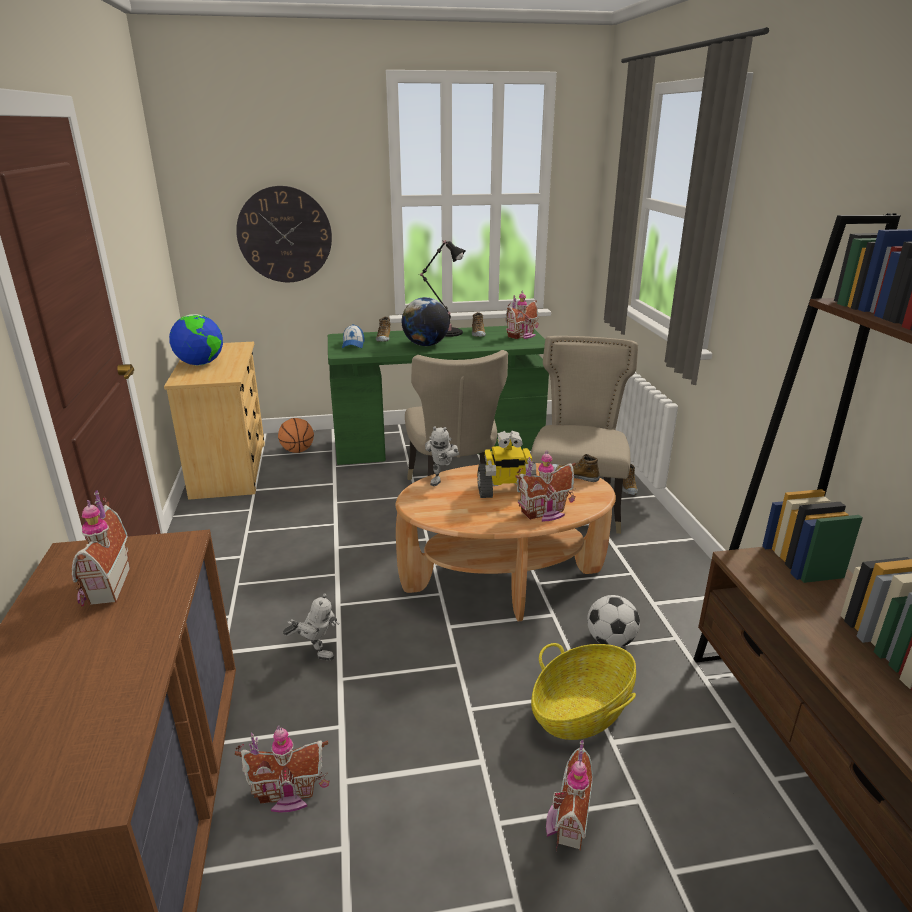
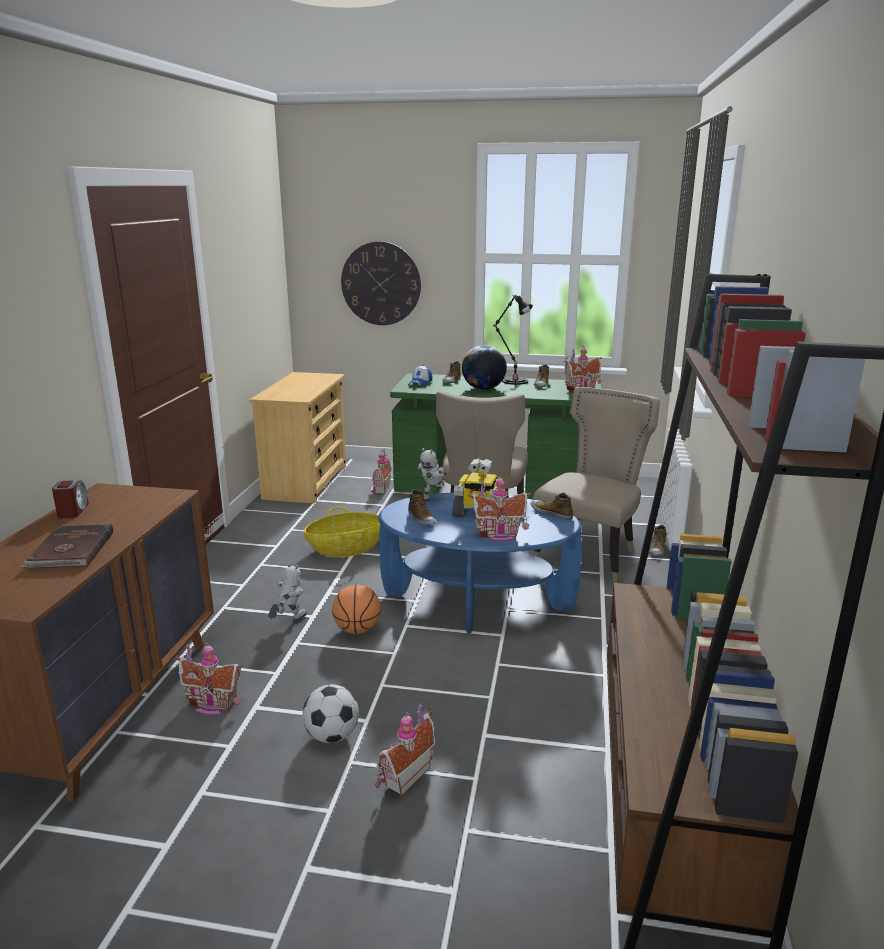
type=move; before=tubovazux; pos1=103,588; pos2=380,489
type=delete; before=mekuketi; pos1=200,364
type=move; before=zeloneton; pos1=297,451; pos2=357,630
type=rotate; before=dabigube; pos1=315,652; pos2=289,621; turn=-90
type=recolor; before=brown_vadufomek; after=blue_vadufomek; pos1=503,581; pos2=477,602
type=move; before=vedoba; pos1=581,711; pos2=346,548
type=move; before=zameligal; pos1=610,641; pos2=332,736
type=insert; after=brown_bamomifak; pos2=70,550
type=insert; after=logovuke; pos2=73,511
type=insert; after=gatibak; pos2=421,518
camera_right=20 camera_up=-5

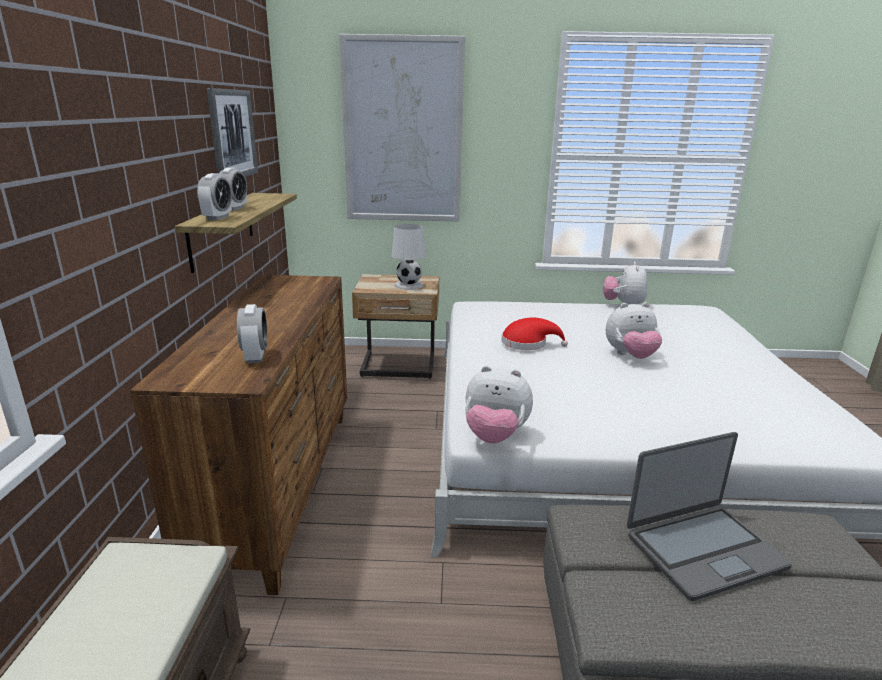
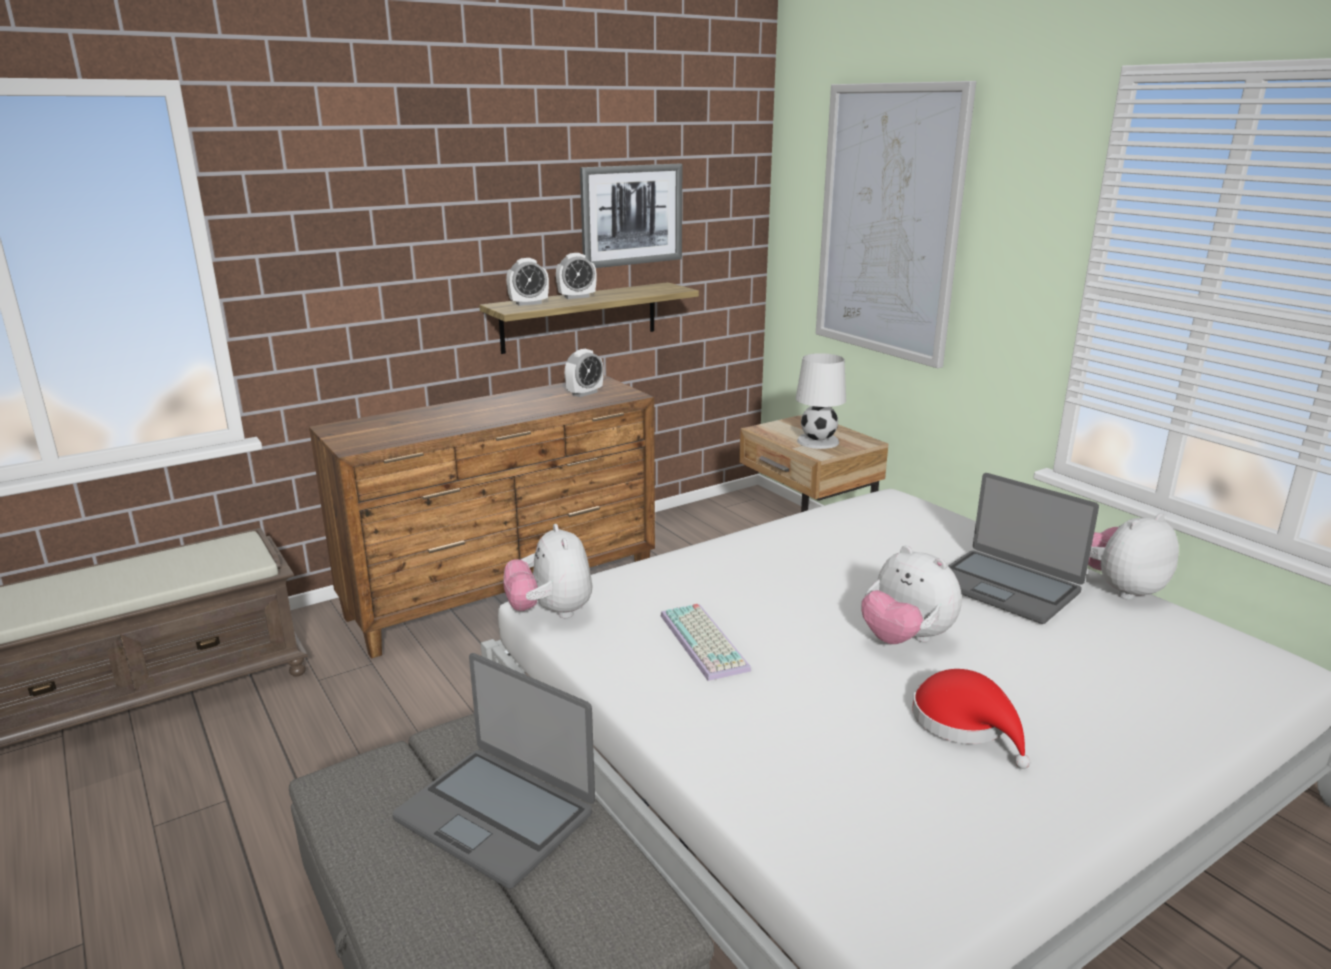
type=move; before=logovuke; pos1=255,357; pos2=584,393
type=move; before=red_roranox; pos1=527,343; pos2=965,723
type=insert; after=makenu; pos2=706,642
type=insert; after=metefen; pos2=1006,587
camera_right=55 camera_up=0

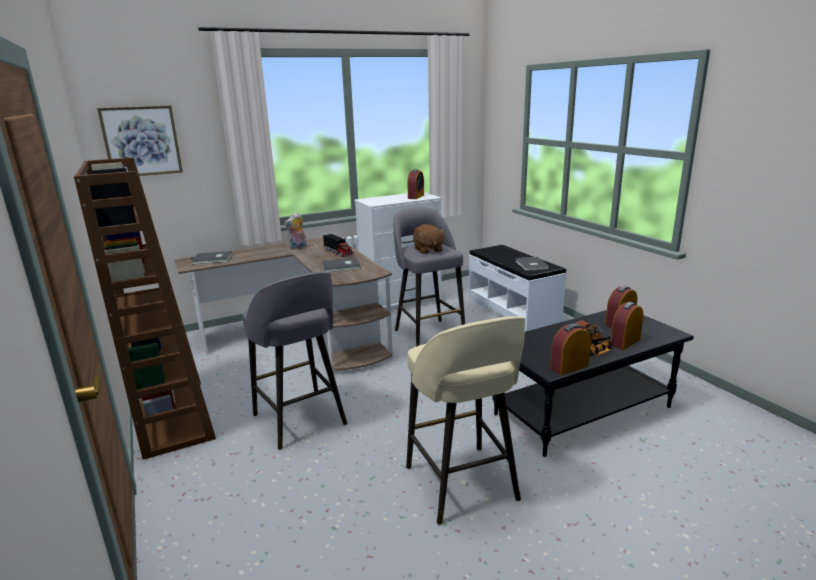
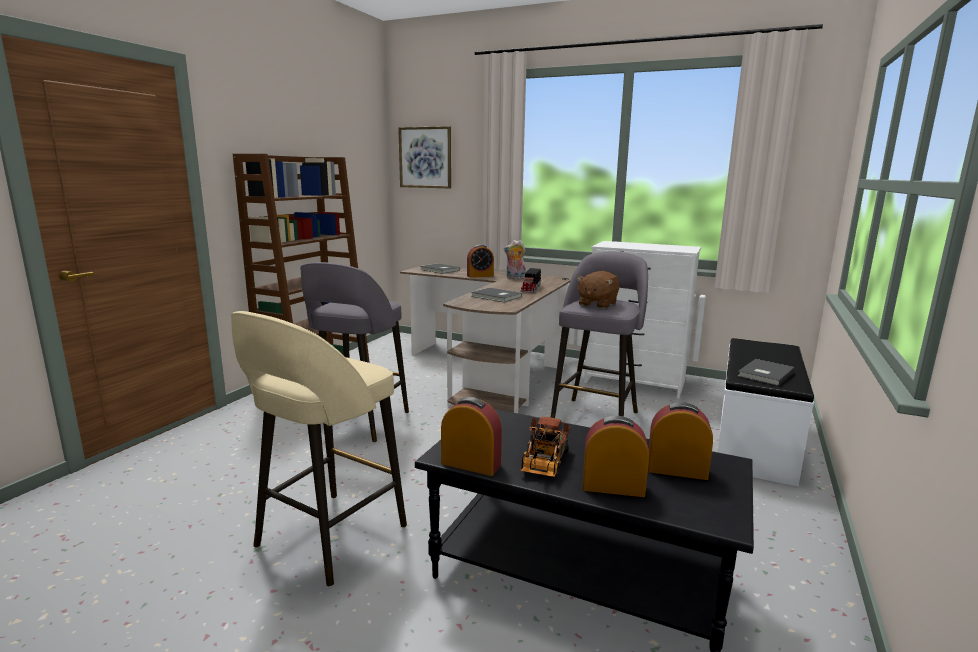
type=move; before=logovuke; pos1=416,197; pos2=480,276
camera_right=50 camera_up=-5

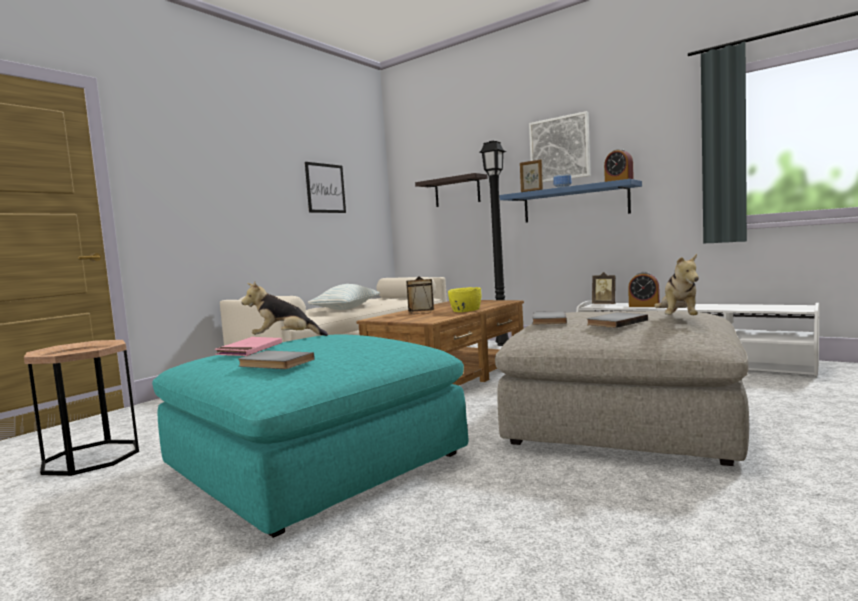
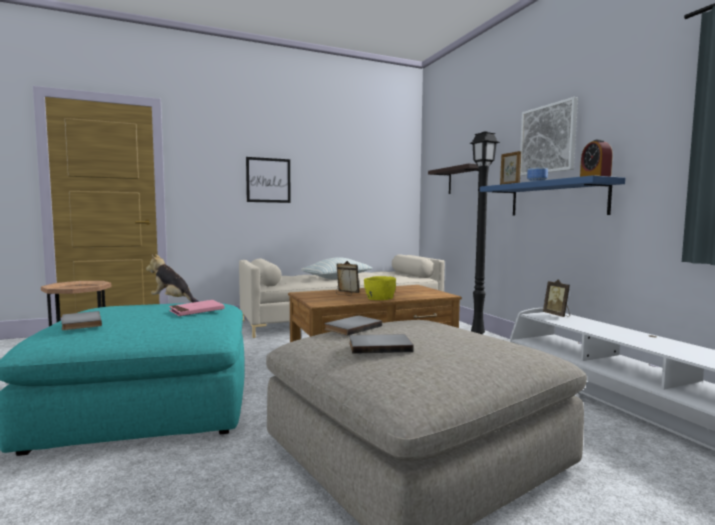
type=move; before=pink_bamomifak; pos1=250,350; pos2=197,310
type=move; before=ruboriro; pos1=325,188; pos2=268,180
type=delete; before=logovuke; pos1=644,306
type=delete; before=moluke; pos1=678,320
camera_right=30 camera_up=0

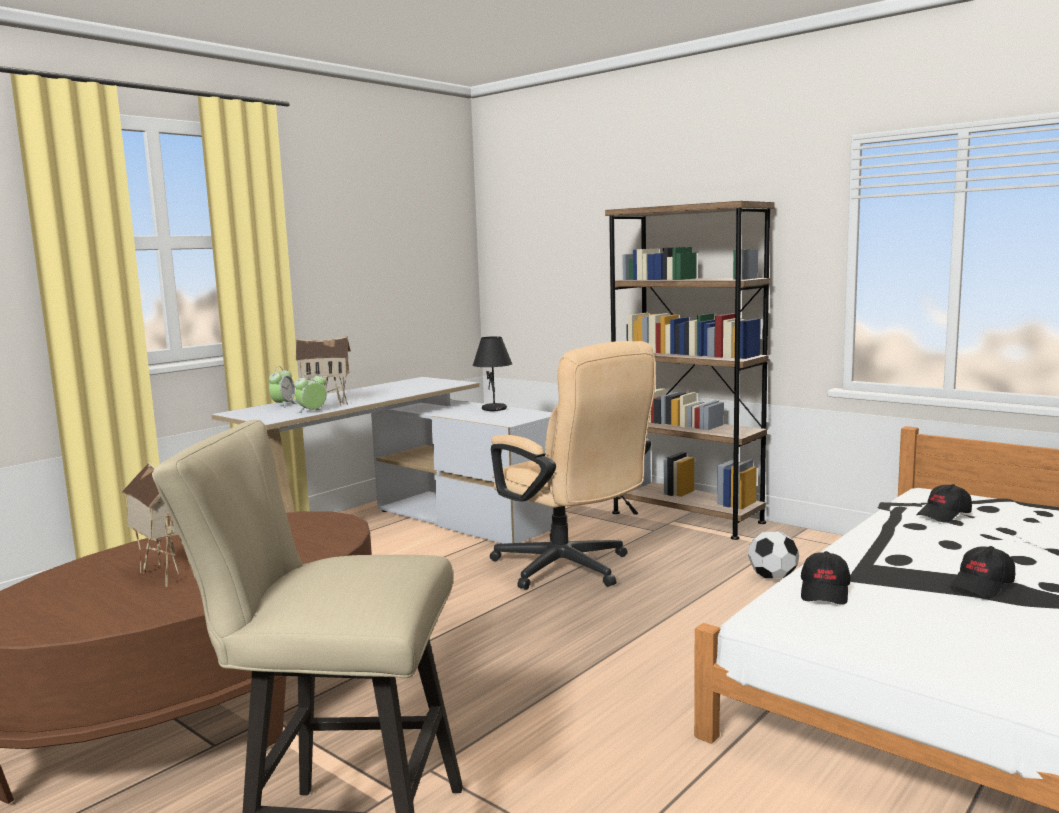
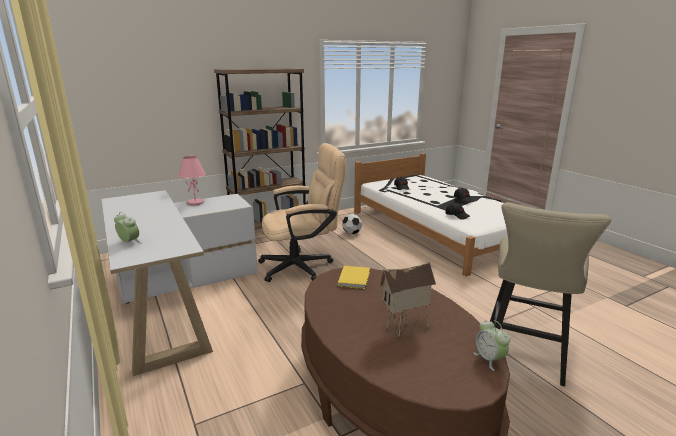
type=move; before=logovuke; pos1=312,411; pos2=489,359
type=delete; before=tubovazux; pos1=327,405
type=recolor; before=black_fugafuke; after=pink_fugafuke; pos1=494,409; pos2=195,203
type=insert; after=yellow_bamomifak; pos2=355,278
camera_right=-70 camera_up=10

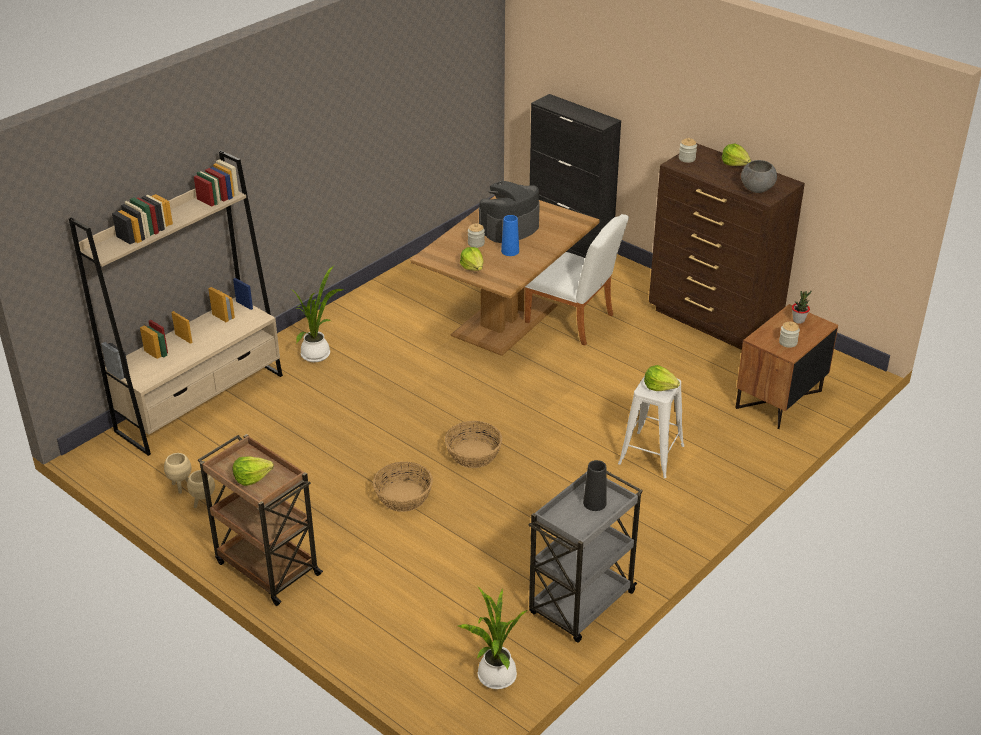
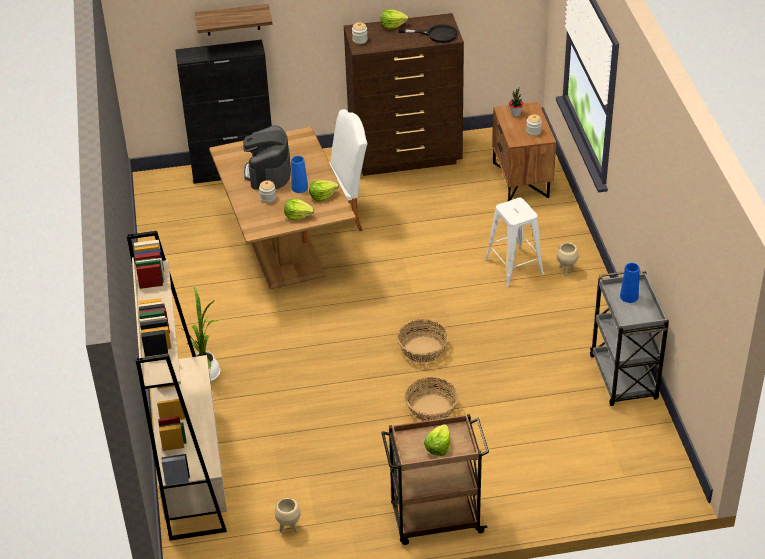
type=move; before=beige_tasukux; pos1=204,504; pos2=566,270
type=delete; before=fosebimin; pos1=495,678
type=recolor; before=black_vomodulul; after=blue_vomodulul; pos1=594,503; pos2=629,296
type=move; before=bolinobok; pos1=659,386; pos2=322,196
type=replace; before=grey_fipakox; after=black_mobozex; pos1=757,189; pos2=436,34
type=insert; after=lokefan; pos2=232,20
camera_right=-50 camera_up=5

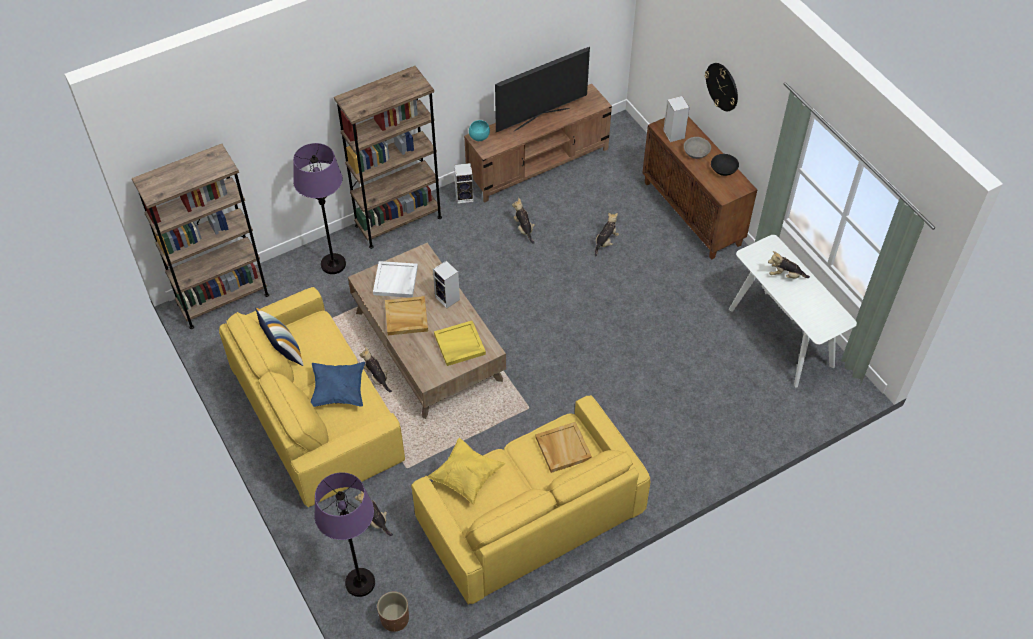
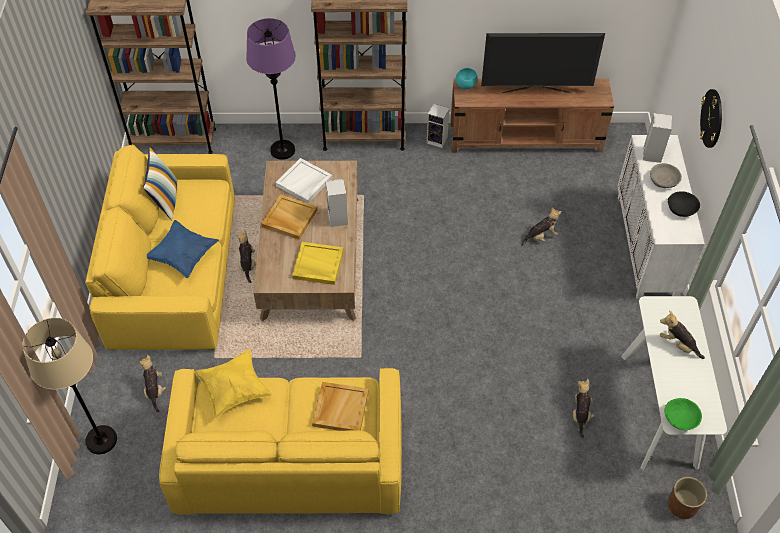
type=recolor; before=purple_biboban; after=beige_biboban; pos1=360,582; pos2=101,440
type=move; before=brown_tasukux; pos1=395,619; pos2=682,505
type=move; before=moluke; pos1=524,229; pos2=580,414
type=recolor; before=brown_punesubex; after=white_punesubex; pos1=693,214; pos2=647,247
type=insert; after=green_fipakox; pos2=680,418
camera_right=30 camera_up=0

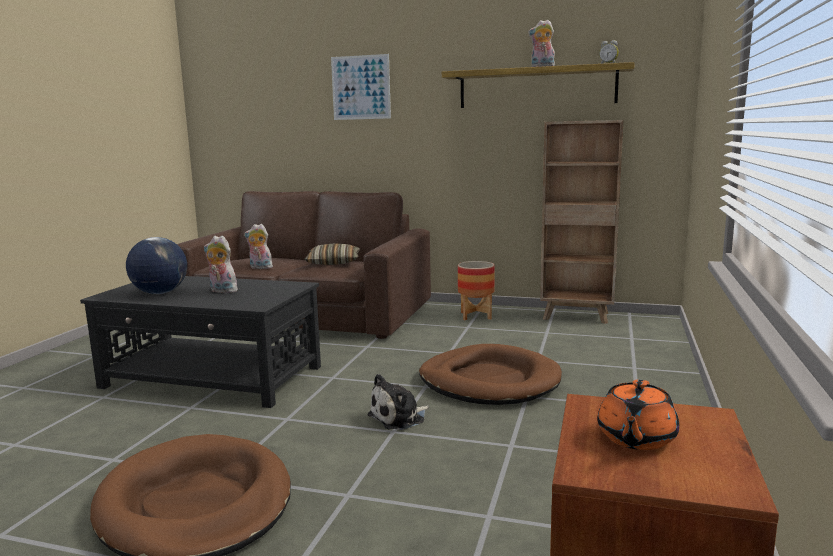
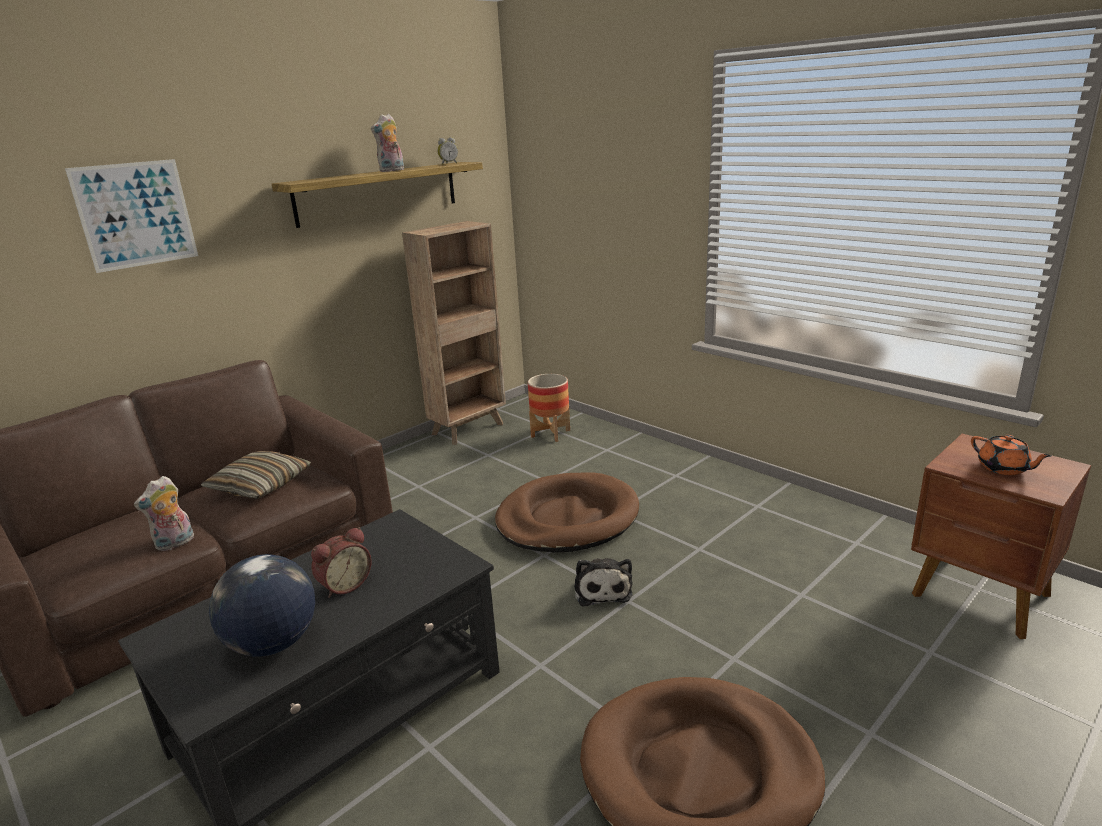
type=replace; before=moluke; after=logovuke; pos1=221,291; pos2=344,585
type=move; before=tasukux; pos1=476,316; pos2=550,433
camera_right=-60 camera_up=10

